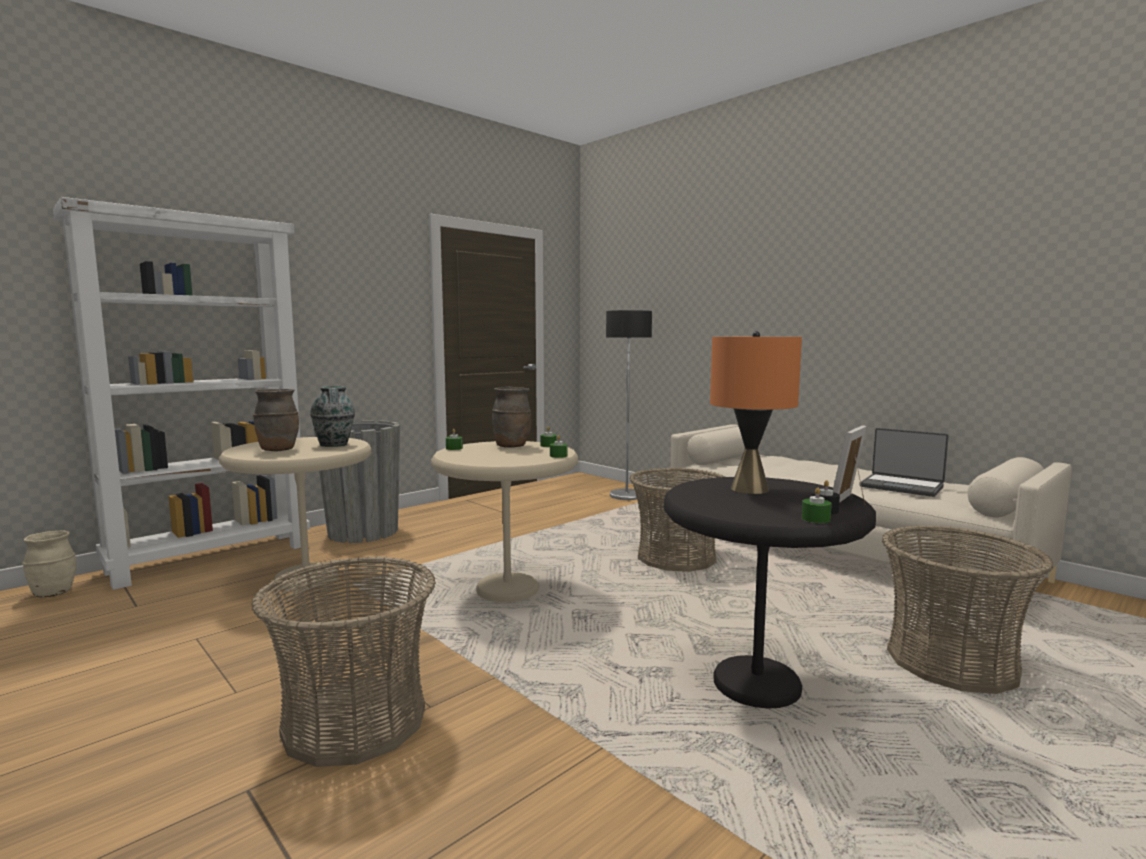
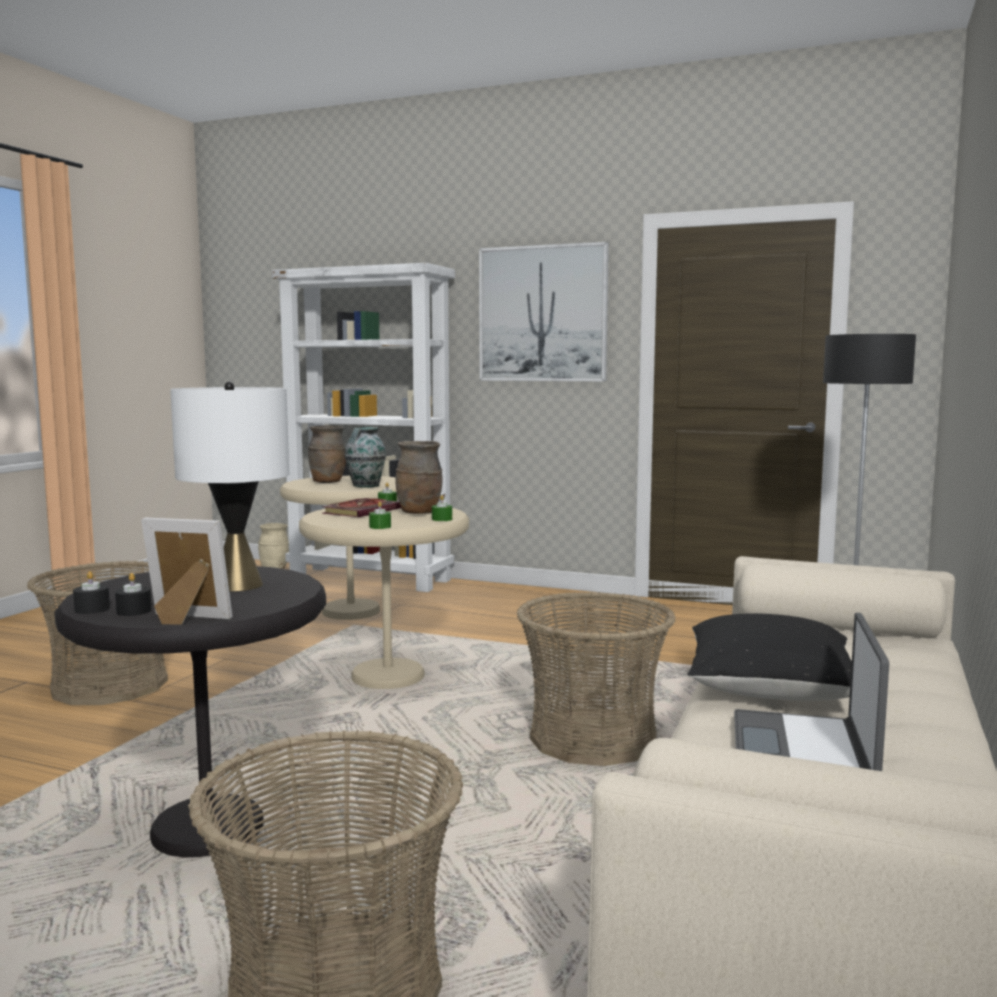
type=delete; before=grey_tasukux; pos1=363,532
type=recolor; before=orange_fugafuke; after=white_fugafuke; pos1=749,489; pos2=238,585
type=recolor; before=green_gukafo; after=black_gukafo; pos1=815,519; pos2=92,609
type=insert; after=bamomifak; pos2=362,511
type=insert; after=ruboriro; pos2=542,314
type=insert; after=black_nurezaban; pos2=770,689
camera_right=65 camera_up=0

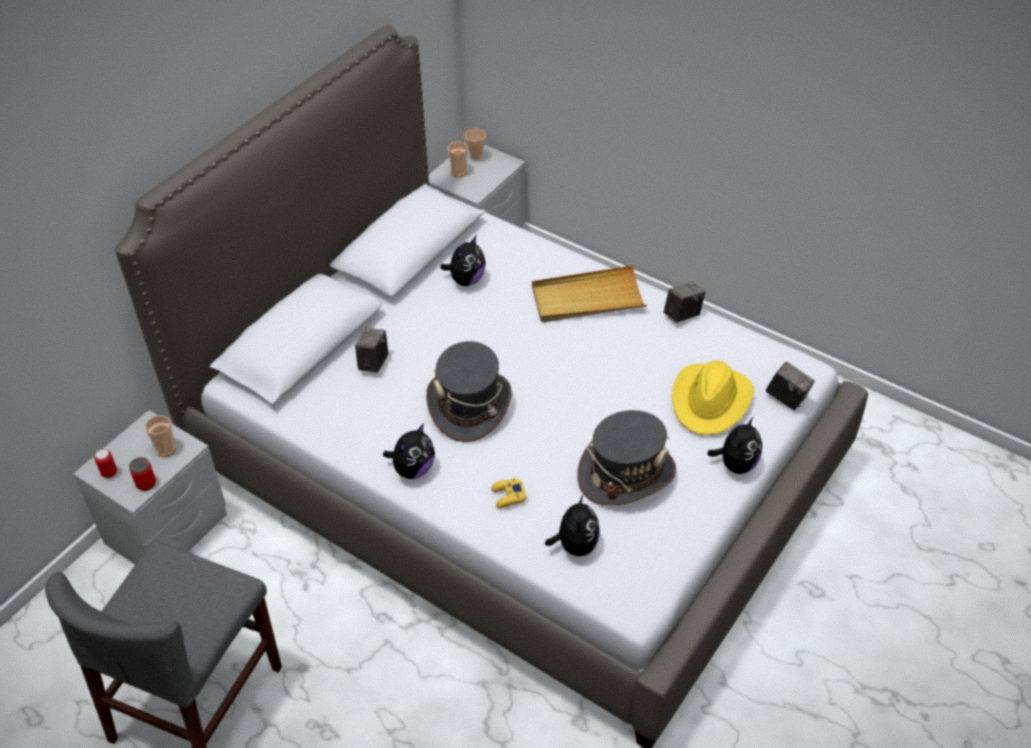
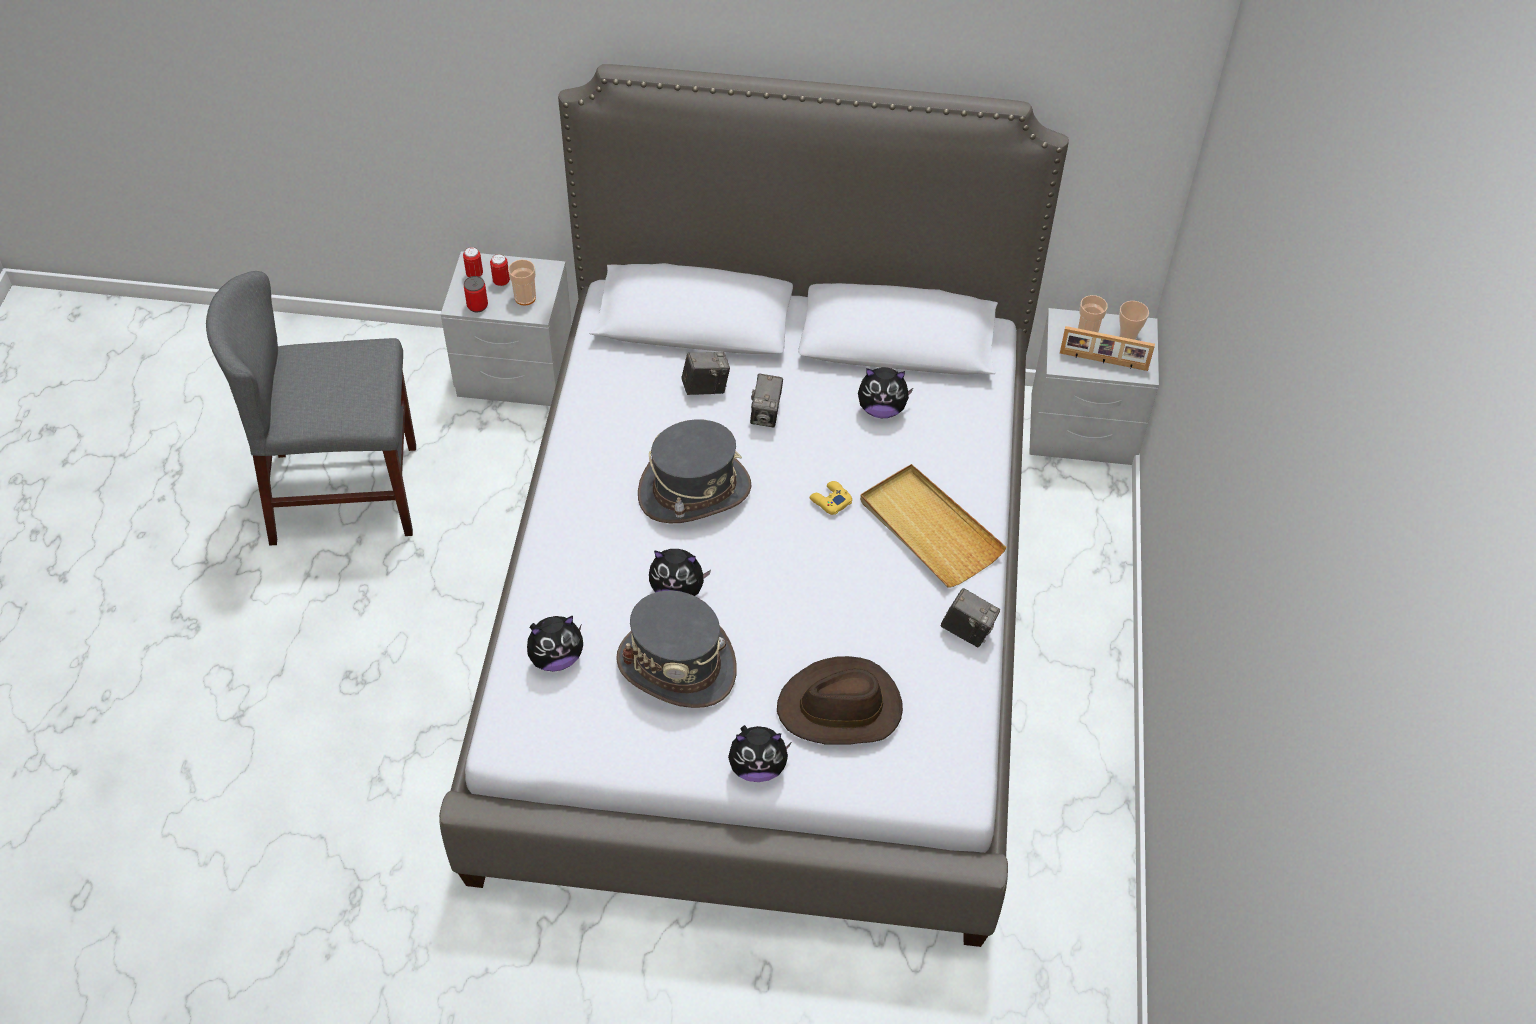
type=move; before=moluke; pos1=413,469; pos2=677,590
type=move; before=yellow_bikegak; pos1=508,496; pos2=830,501
type=recolor; before=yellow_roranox; after=brown_roranox; pos1=711,401; pos2=840,708
type=move; before=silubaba; pos1=787,398; pos2=766,414
type=insert; after=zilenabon; pos2=501,282
type=insert; after=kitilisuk; pos2=1103,361
camera_right=60 camera_up=5

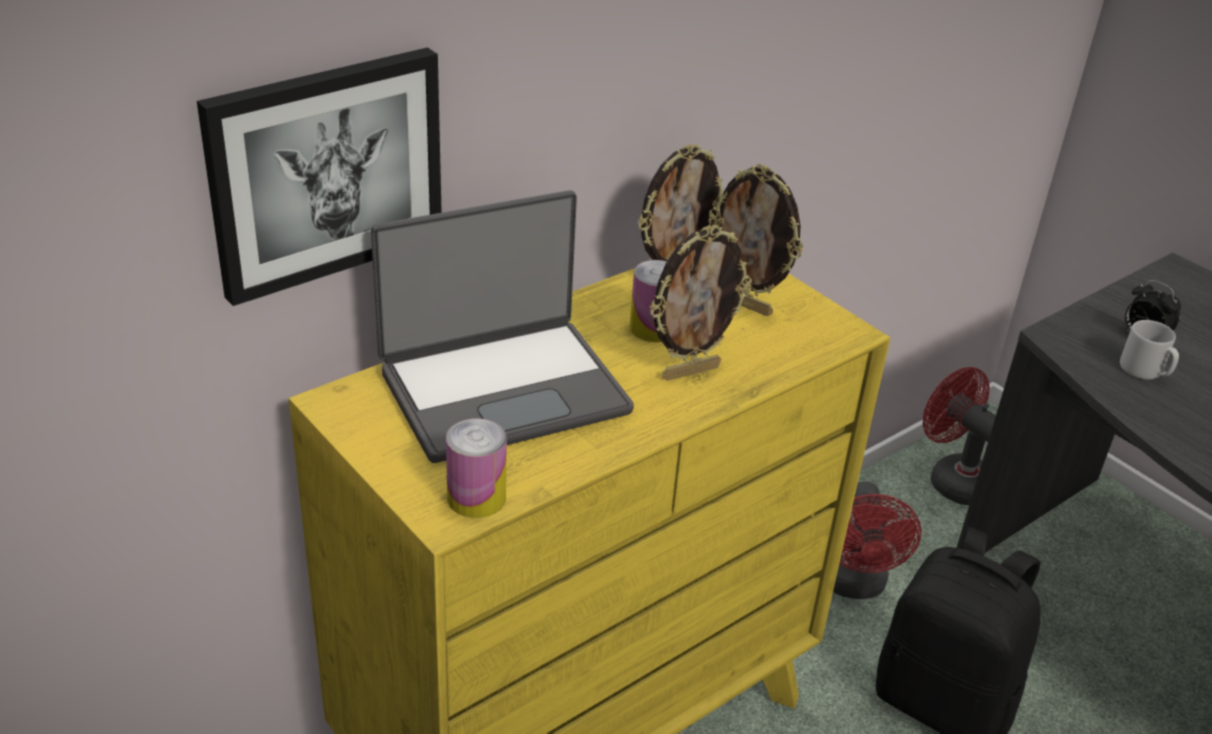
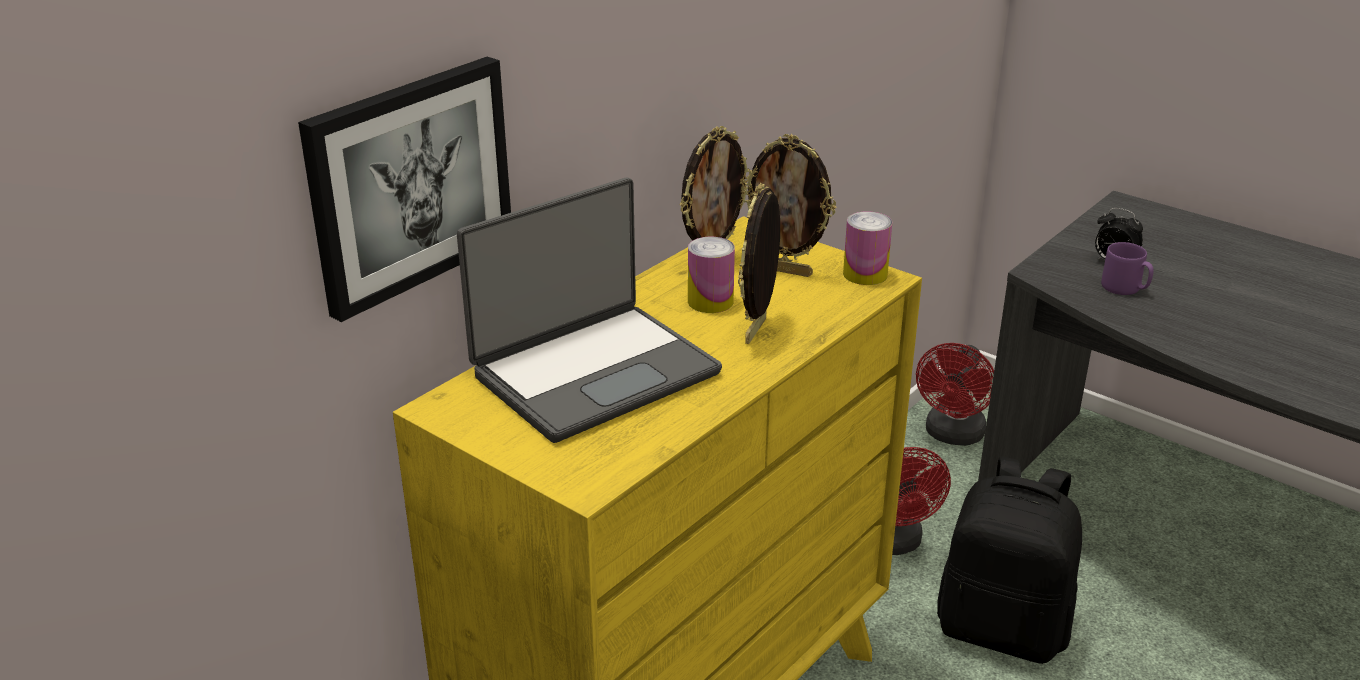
type=move; before=zilenabon; pos1=476,497; pos2=865,274
type=rotate; before=kitilisuk; pos1=690,371; pos2=758,331; turn=150
type=rotate; before=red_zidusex; pos1=952,479; pos2=952,435; turn=-105
type=recolor; before=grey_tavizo; after=purple_tavizo; pos1=1145,371; pos2=1125,288
camera_right=-10 camera_up=-5

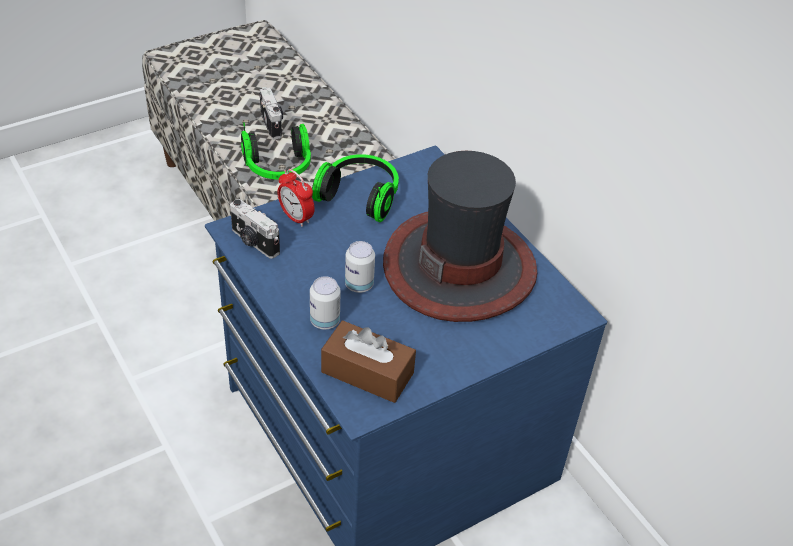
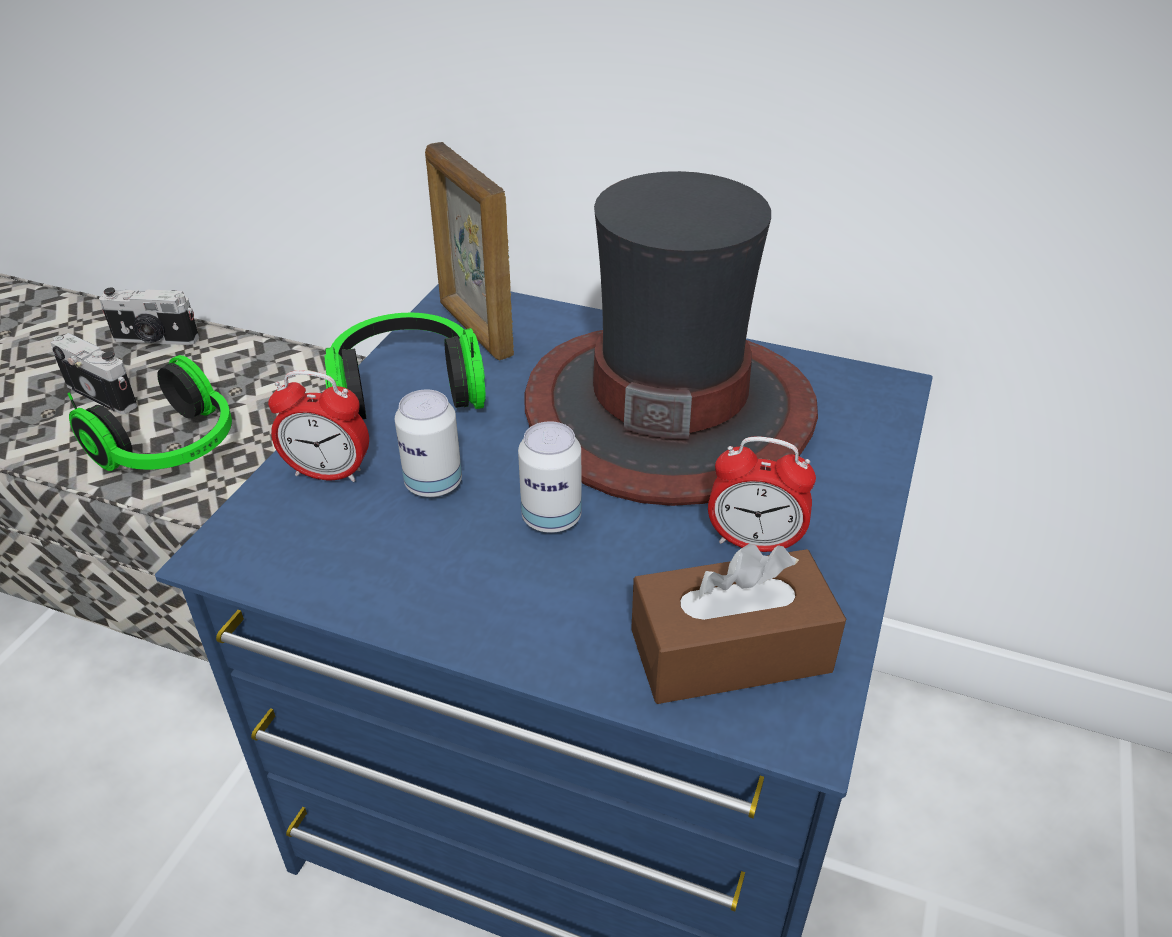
type=move; before=silubaba; pos1=254,242; pos2=155,340
type=move; before=zilenabon; pos1=325,321; pos2=433,484
type=insert; after=kitilisuk; pos2=475,329
type=insert; after=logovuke; pos2=754,542
camera_right=-35 camera_up=-5

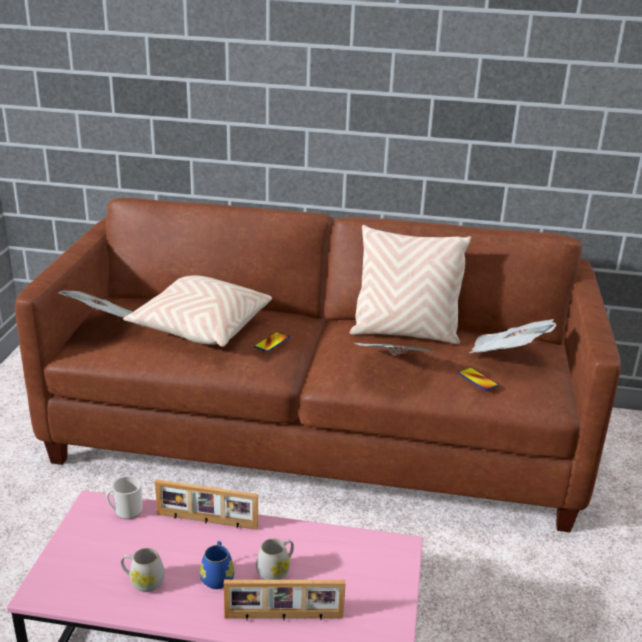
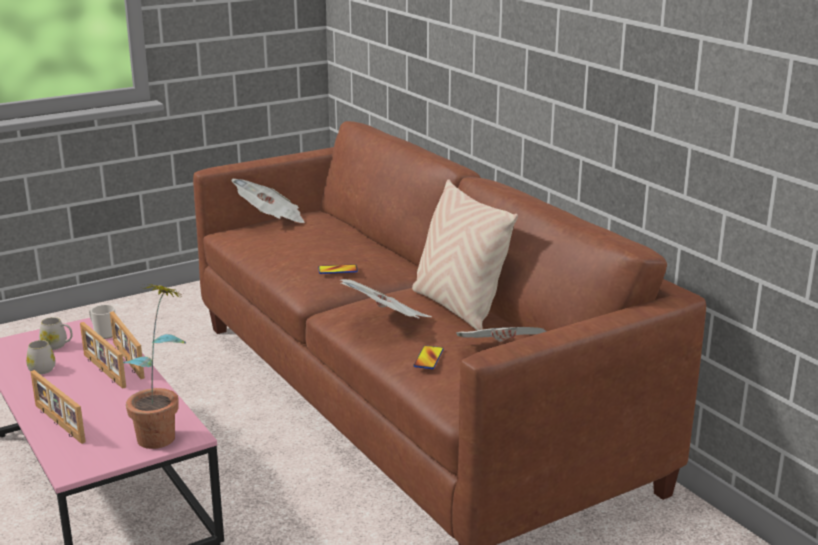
type=delete; before=beige_nurezaban; pos1=200,328
type=delete; before=blue_tavizo; pos1=218,576
type=move; before=white_tavizo; pos1=276,570; pos2=57,345
type=insert; after=kitilisuk; pos2=103,371
type=insert; after=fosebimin; pos2=163,432
camera_right=50 camera_up=-5

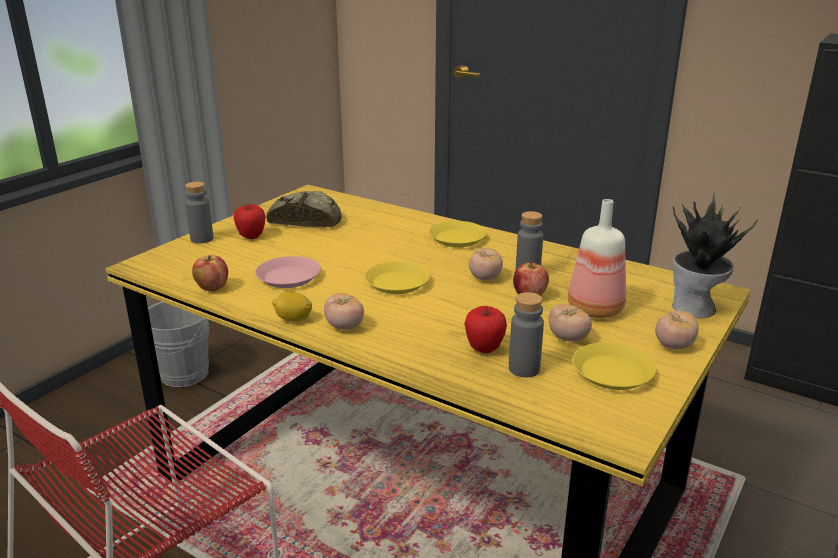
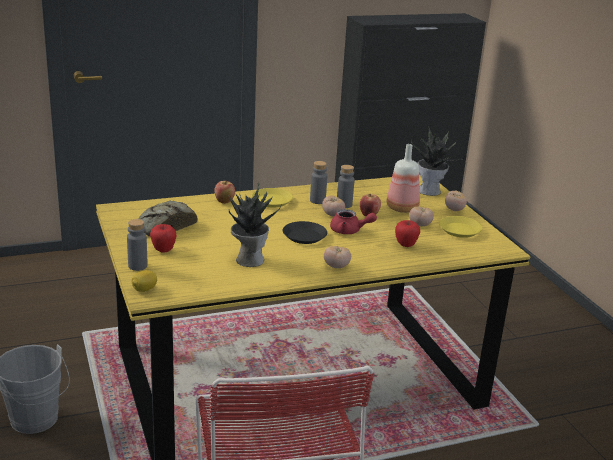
type=move; before=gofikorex; pos1=212,288; pos2=224,202
type=replace; before=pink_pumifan; after=fosebimin; pos1=288,277; pos2=248,260
type=move; before=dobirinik; pos1=293,319; pos2=144,290
type=recolor; before=yellow_pumifan; after=black_pumifan; pos1=397,283; pos2=304,236
type=move; before=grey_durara; pos1=524,369; pos2=317,201
type=insert; after=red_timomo; pos2=349,231
camera_right=-55 camera_up=0

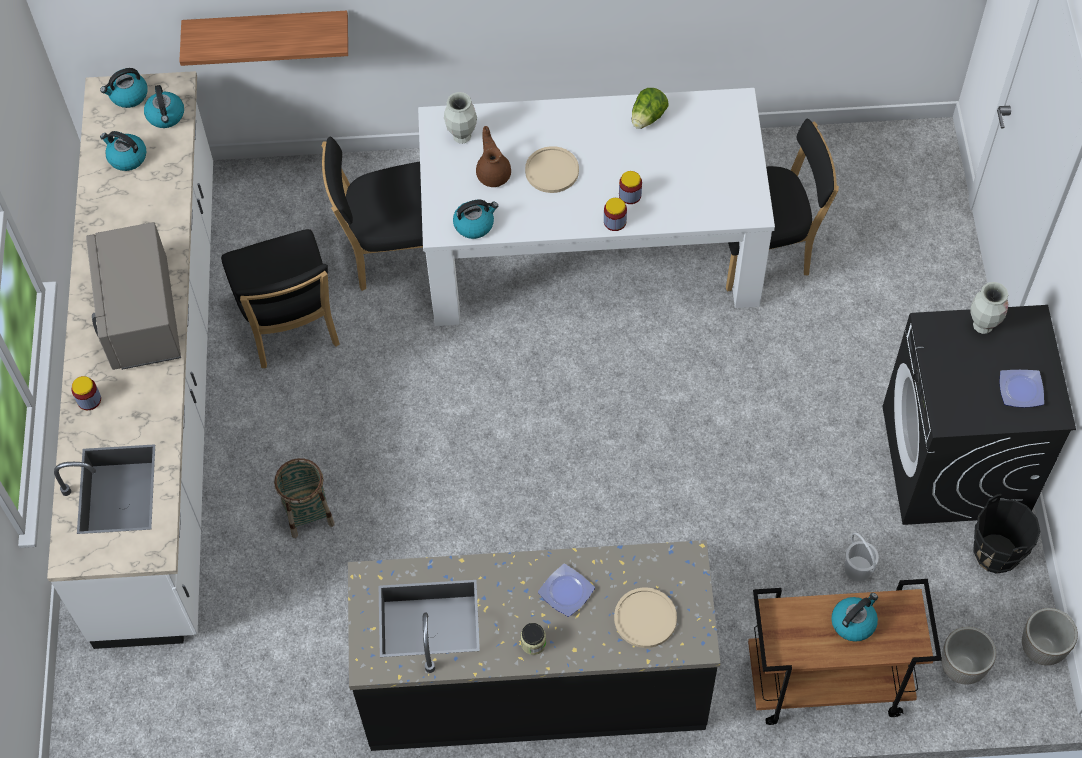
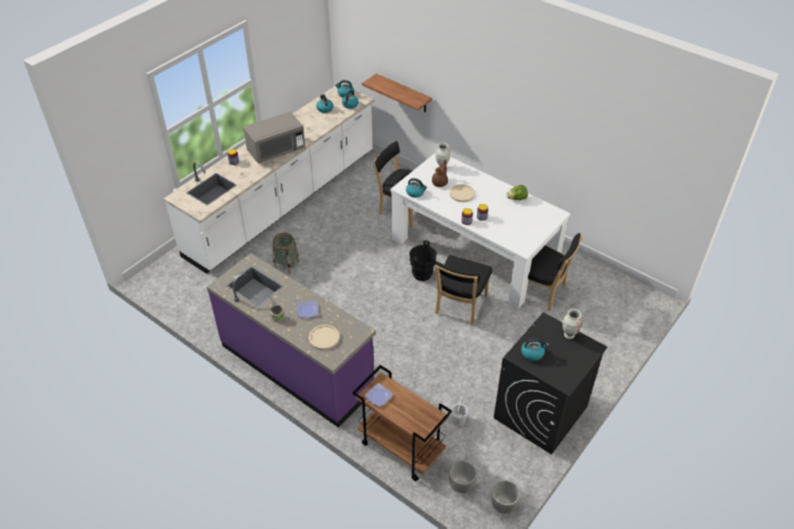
type=rotate; before=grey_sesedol; pos1=141,316; pos2=276,150; turn=-150
type=move; before=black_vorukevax; pos1=290,327; pos2=459,306
type=recolor; before=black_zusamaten; after=purple_zusamaten; pos1=535,683; pos2=297,367
type=move; before=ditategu; pos1=853,622; pos2=532,353
type=move; before=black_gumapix; pos1=996,554; pos2=422,274
type=move; before=pumifan; pos1=1020,390; pos2=378,396
camera_right=40 camera_up=-15

